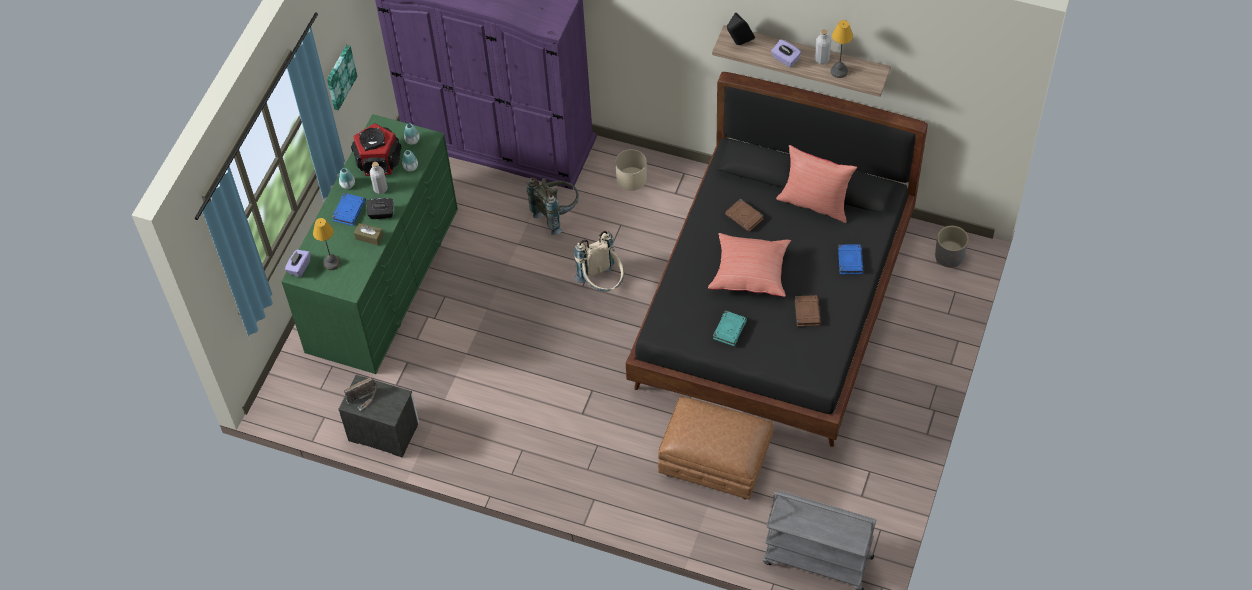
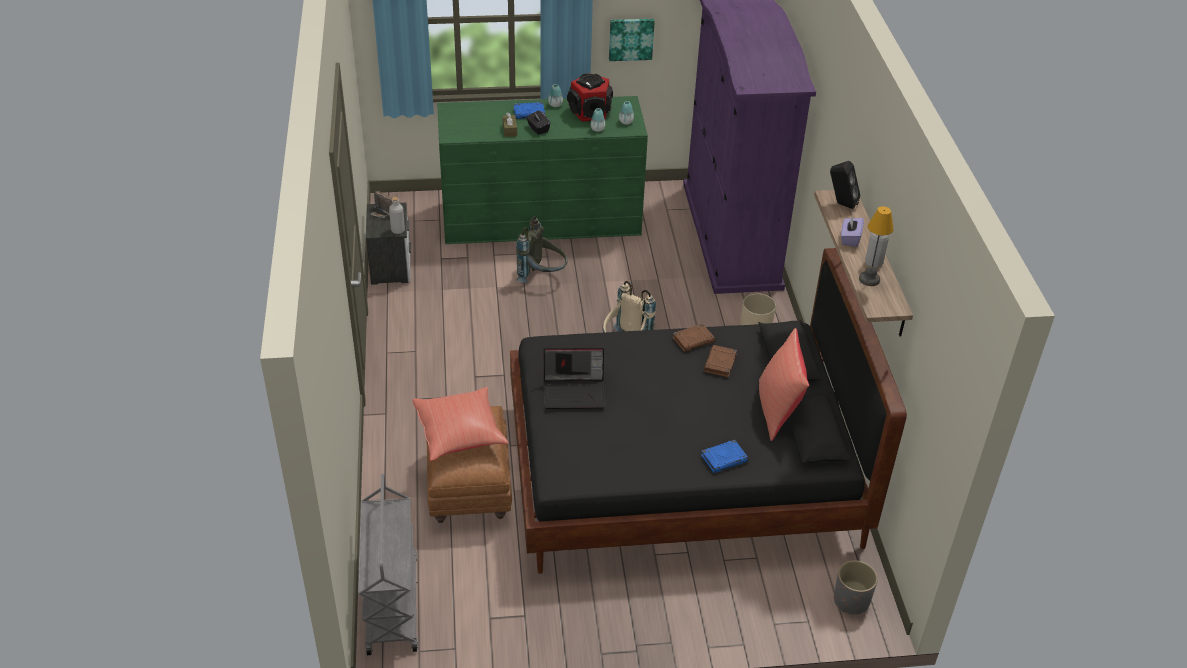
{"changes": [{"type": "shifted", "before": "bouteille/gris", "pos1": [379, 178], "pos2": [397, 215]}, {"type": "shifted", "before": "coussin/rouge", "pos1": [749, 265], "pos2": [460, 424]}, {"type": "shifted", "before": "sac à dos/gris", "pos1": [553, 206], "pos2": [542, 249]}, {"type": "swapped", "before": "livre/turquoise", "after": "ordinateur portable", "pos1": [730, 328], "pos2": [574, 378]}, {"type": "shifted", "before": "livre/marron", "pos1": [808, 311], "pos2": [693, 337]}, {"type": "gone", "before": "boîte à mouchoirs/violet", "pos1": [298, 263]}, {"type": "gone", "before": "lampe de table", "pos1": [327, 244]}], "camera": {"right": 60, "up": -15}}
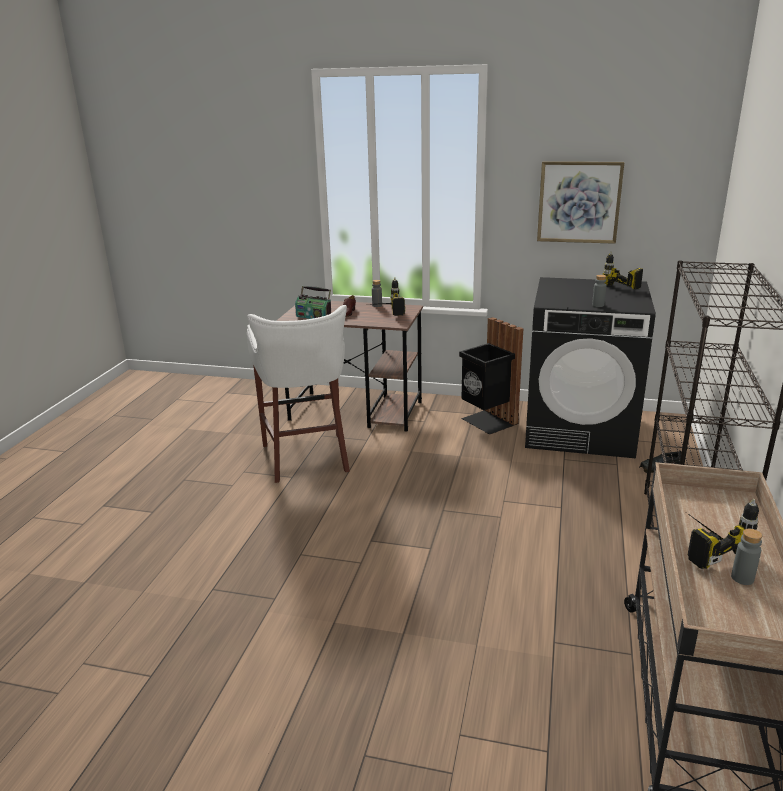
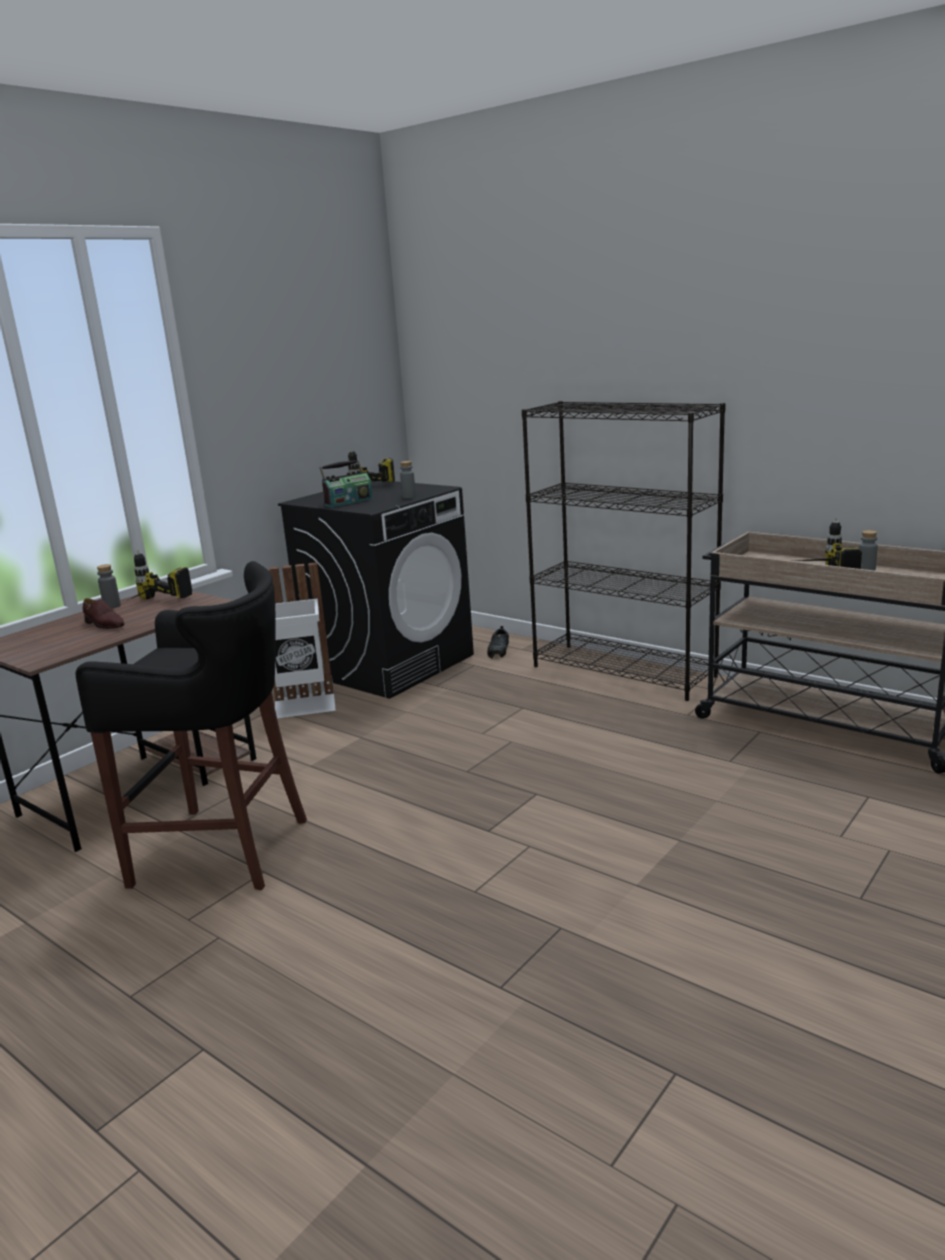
{"changes": [{"type": "repainted", "before": "tabouret/blanc", "after": "tabouret/noir", "pos1": [298, 394], "pos2": [191, 725]}, {"type": "repainted", "before": "poubelle/noir", "after": "poubelle/blanc", "pos1": [491, 376], "pos2": [302, 640]}, {"type": "shifted", "before": "radio", "pos1": [313, 302], "pos2": [346, 483]}, {"type": "gone", "before": "tableau", "pos1": [580, 202]}], "camera": {"right": -65, "up": -5}}
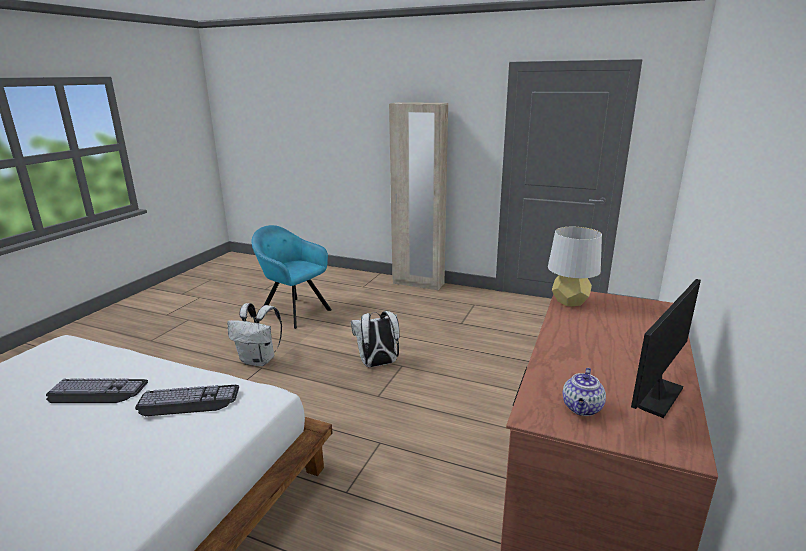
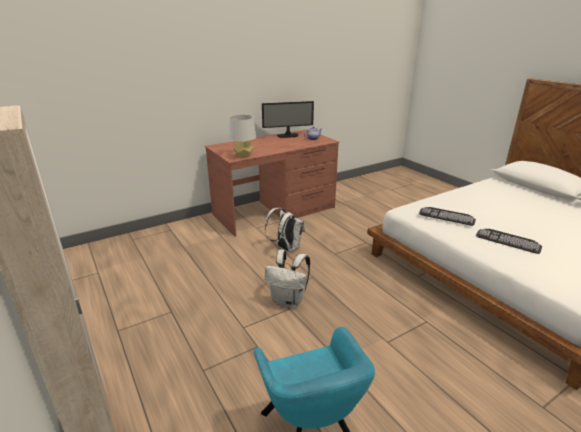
{"changes": [{"type": "shifted", "before": "sac à dos/blanc", "pos1": [254, 334], "pos2": [285, 230]}], "camera": {"right": -145, "up": 5}}
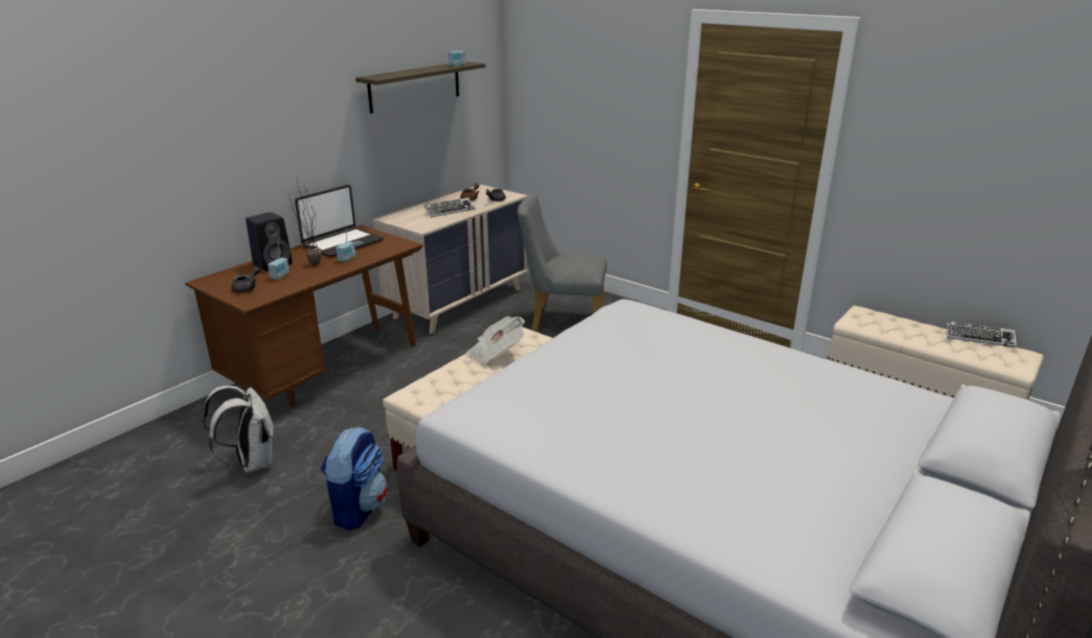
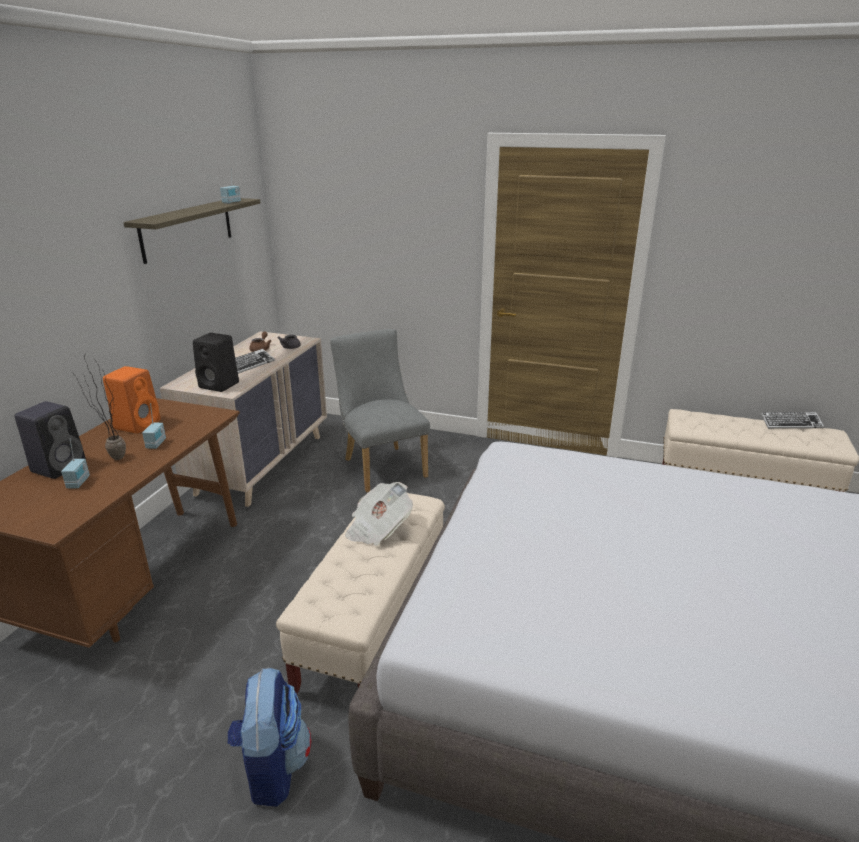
{"changes": [{"type": "swapped", "before": "ordinateur portable", "after": "enceinte/orange", "pos1": [339, 221], "pos2": [132, 400]}, {"type": "new", "after": "enceinte/noir", "pos2": [216, 362]}, {"type": "rotated", "before": "chaise/gris", "pos1": [562, 262], "pos2": [380, 410], "turn": 75}, {"type": "gone", "before": "sac à dos/blanc", "pos1": [238, 429]}, {"type": "gone", "before": "théière/gris", "pos1": [245, 280]}], "camera": {"right": -20, "up": 0}}
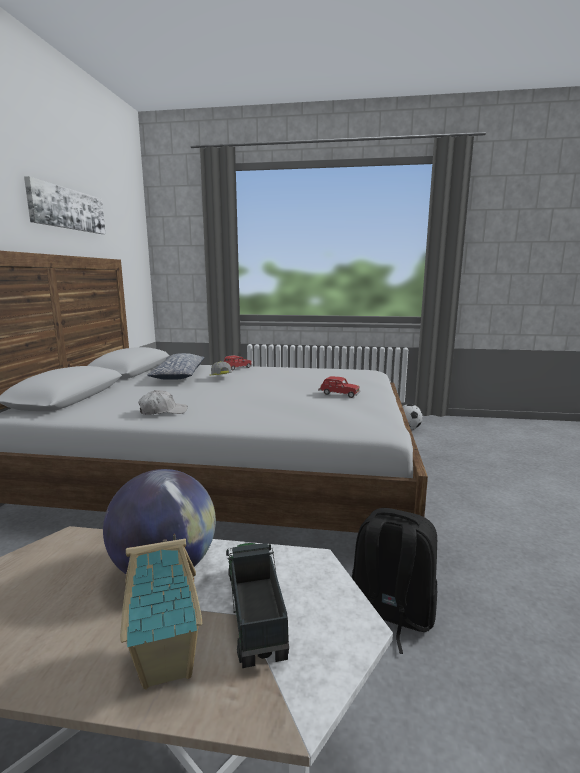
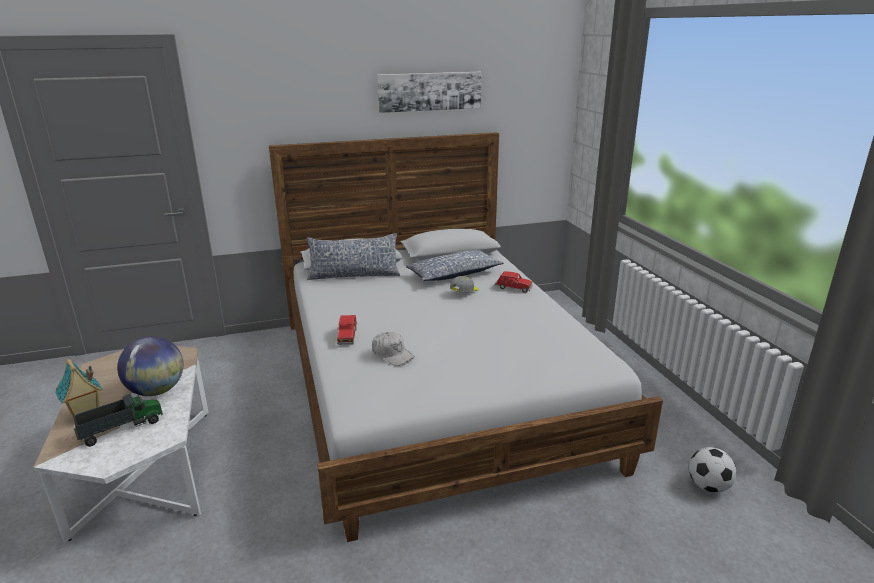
{"changes": [{"type": "new", "after": "coussin", "pos2": [353, 256]}, {"type": "shifted", "before": "petite voiture/rouge", "pos1": [339, 387], "pos2": [347, 330]}, {"type": "shifted", "before": "casquette/blanc", "pos1": [163, 402], "pos2": [393, 349]}, {"type": "gone", "before": "sac à dos/noir", "pos1": [394, 581]}], "camera": {"right": 65, "up": 10}}
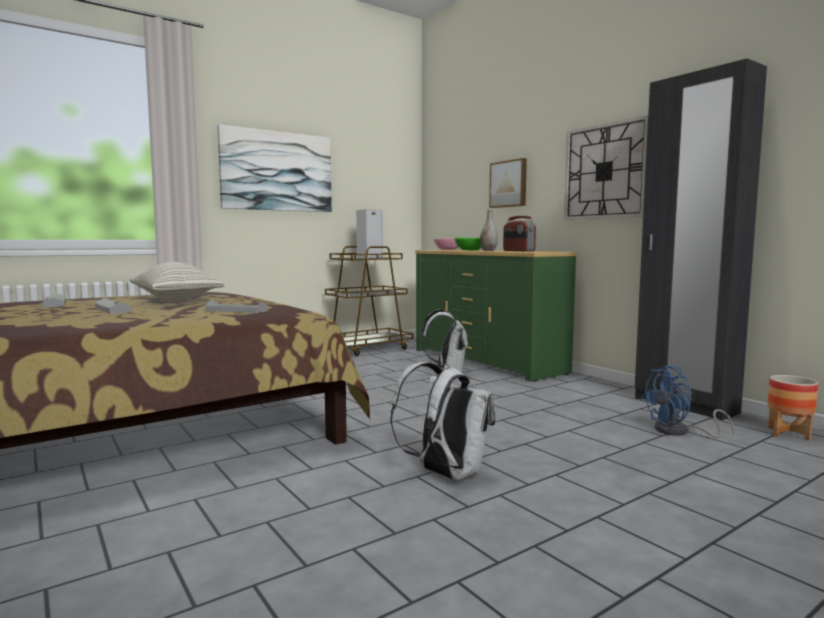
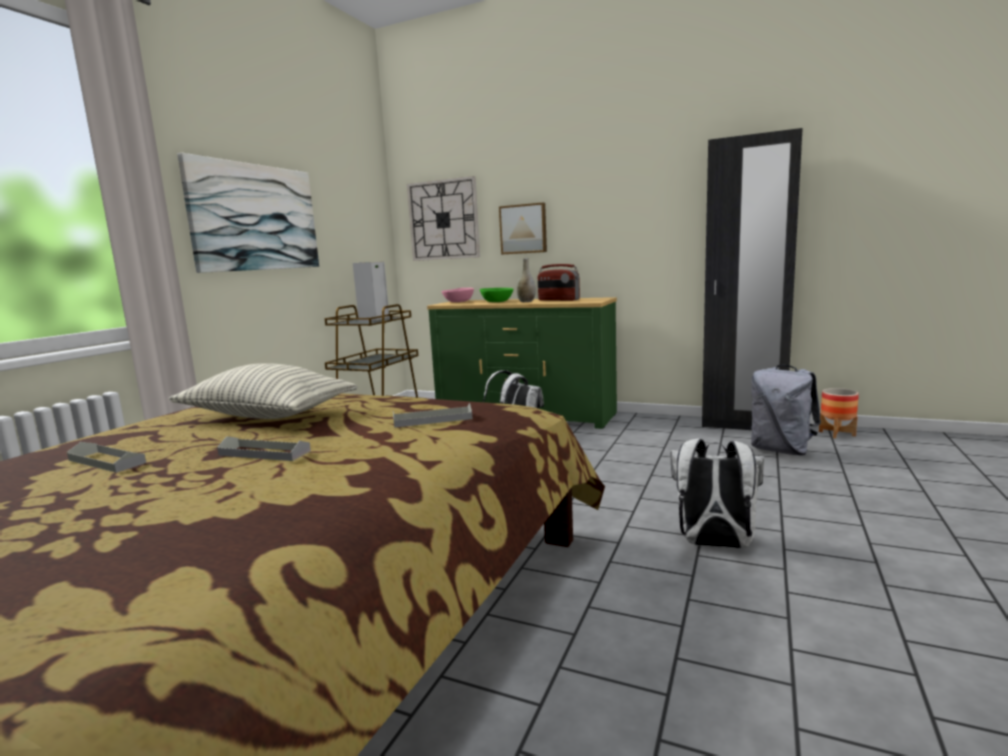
{"changes": [{"type": "shifted", "before": "horloge murale", "pos1": [606, 167], "pos2": [443, 218]}, {"type": "swapped", "before": "ventilateur/bleu", "after": "sac à dos/gris", "pos1": [687, 402], "pos2": [786, 410]}], "camera": {"right": -30, "up": 5}}
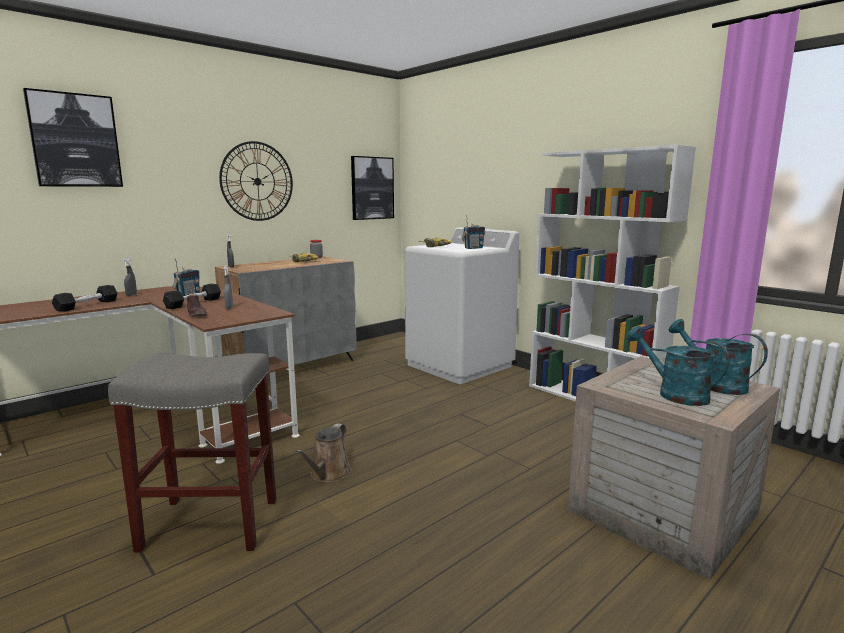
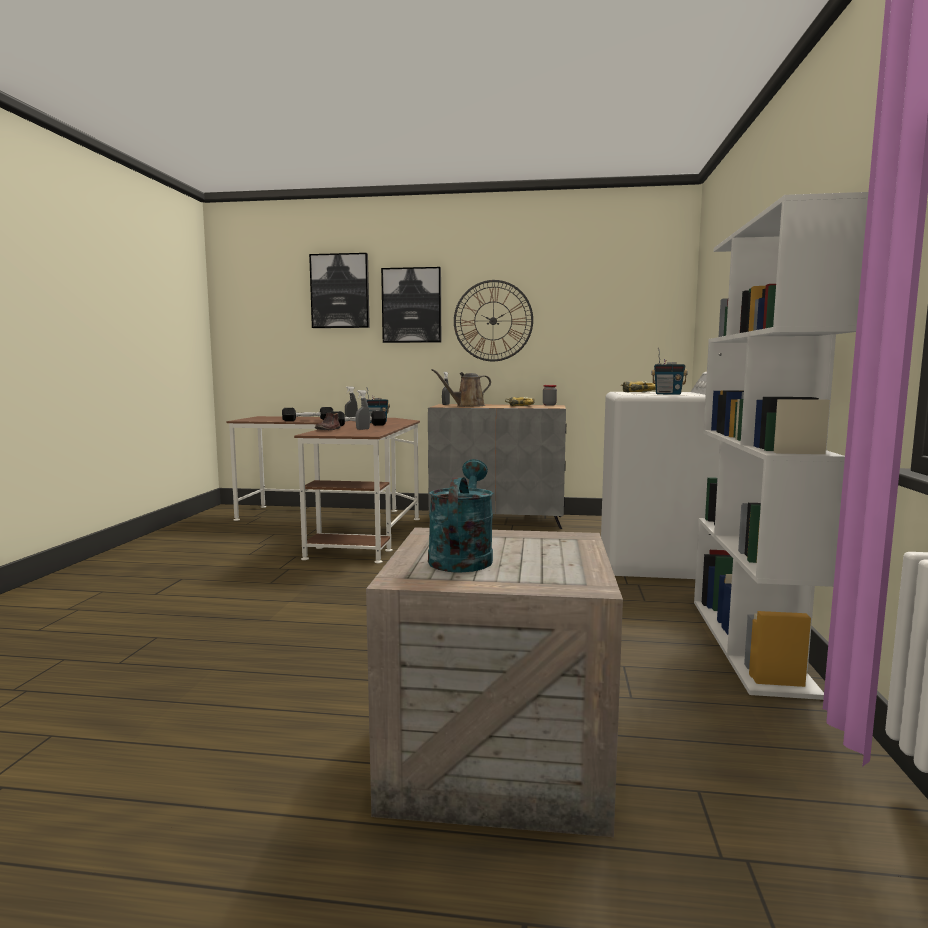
{"changes": [{"type": "shifted", "before": "tableau", "pos1": [372, 188], "pos2": [411, 305]}, {"type": "shifted", "before": "arrosoir/marron", "pos1": [323, 453], "pos2": [461, 388]}, {"type": "gone", "before": "tabouret/gris", "pos1": [192, 453]}, {"type": "gone", "before": "arrosoir/turquoise", "pos1": [718, 357]}], "camera": {"right": 50, "up": -5}}
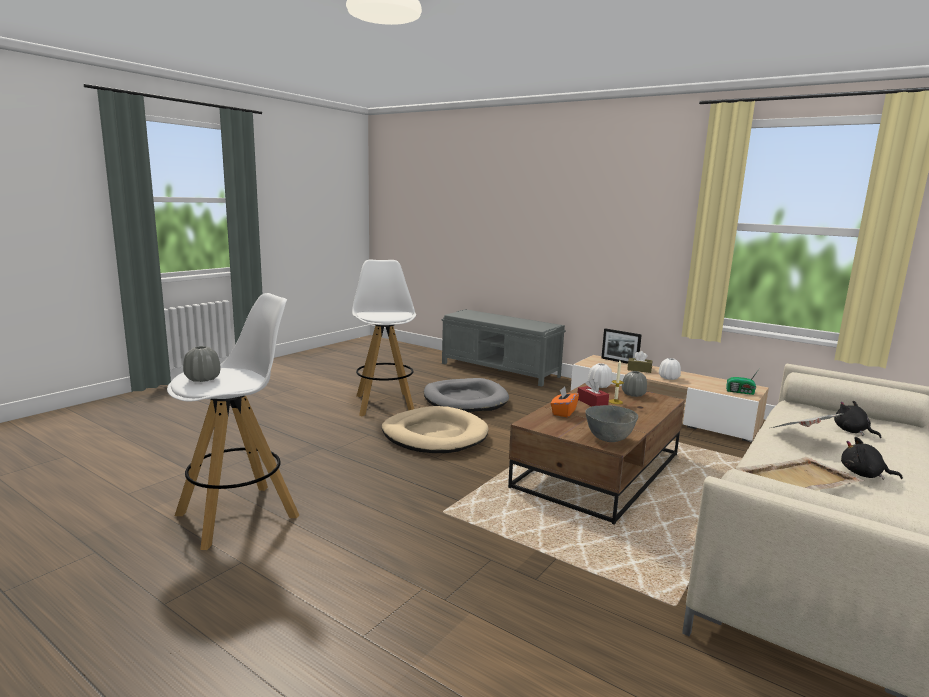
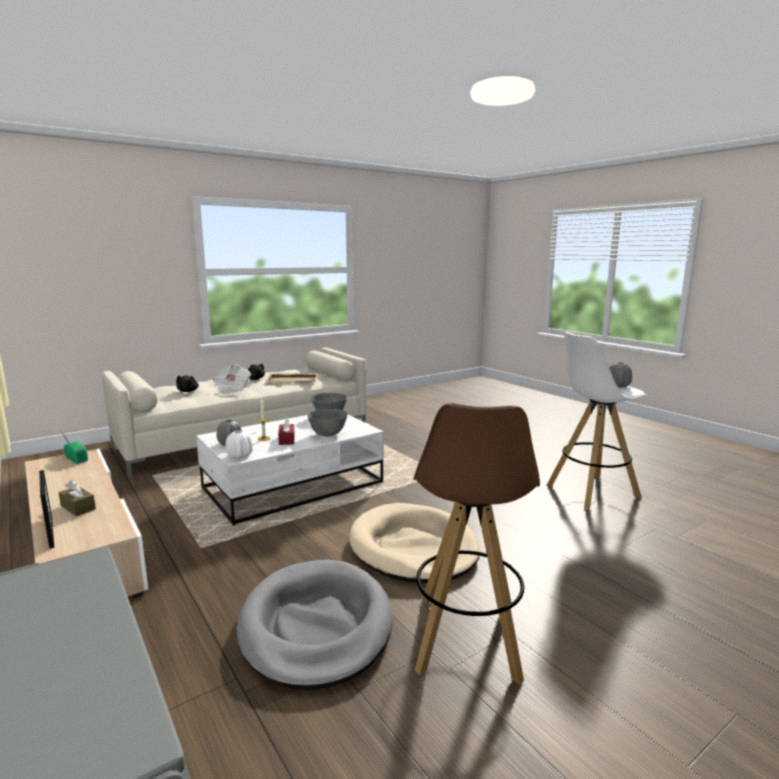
{"changes": [{"type": "repainted", "before": "table basse/marron", "after": "table basse/blanc", "pos1": [596, 454], "pos2": [290, 470]}, {"type": "swapped", "before": "boîte à mouchoirs/orange", "after": "bol/gris", "pos1": [565, 402], "pos2": [327, 422]}, {"type": "repainted", "before": "tabouret/blanc", "after": "tabouret/marron", "pos1": [384, 337], "pos2": [476, 544]}, {"type": "gone", "before": "vase/blanc", "pos1": [670, 369]}], "camera": {"right": -160, "up": 0}}
